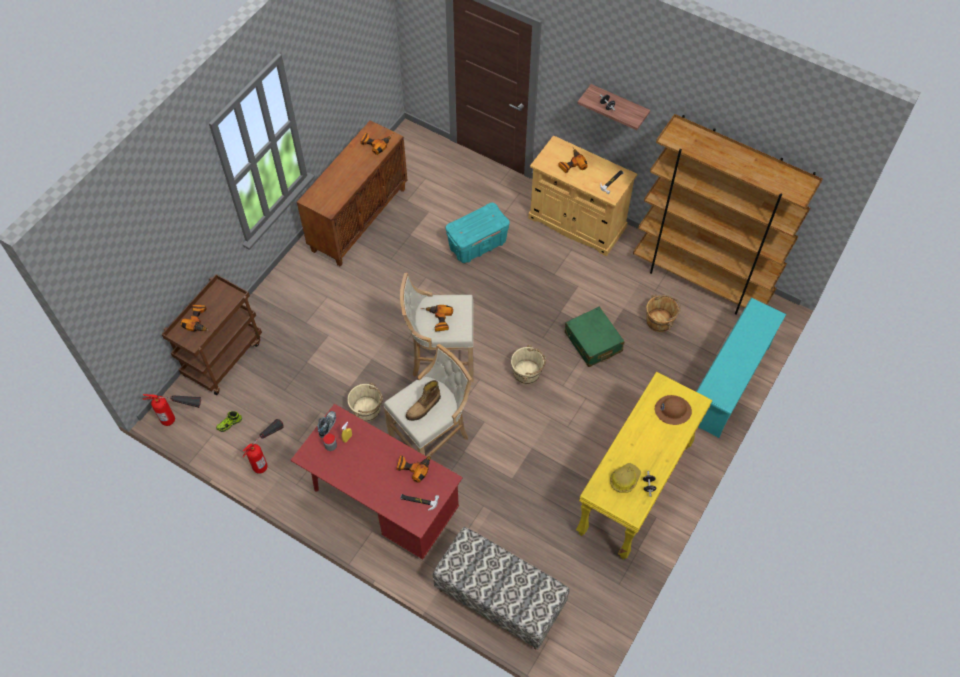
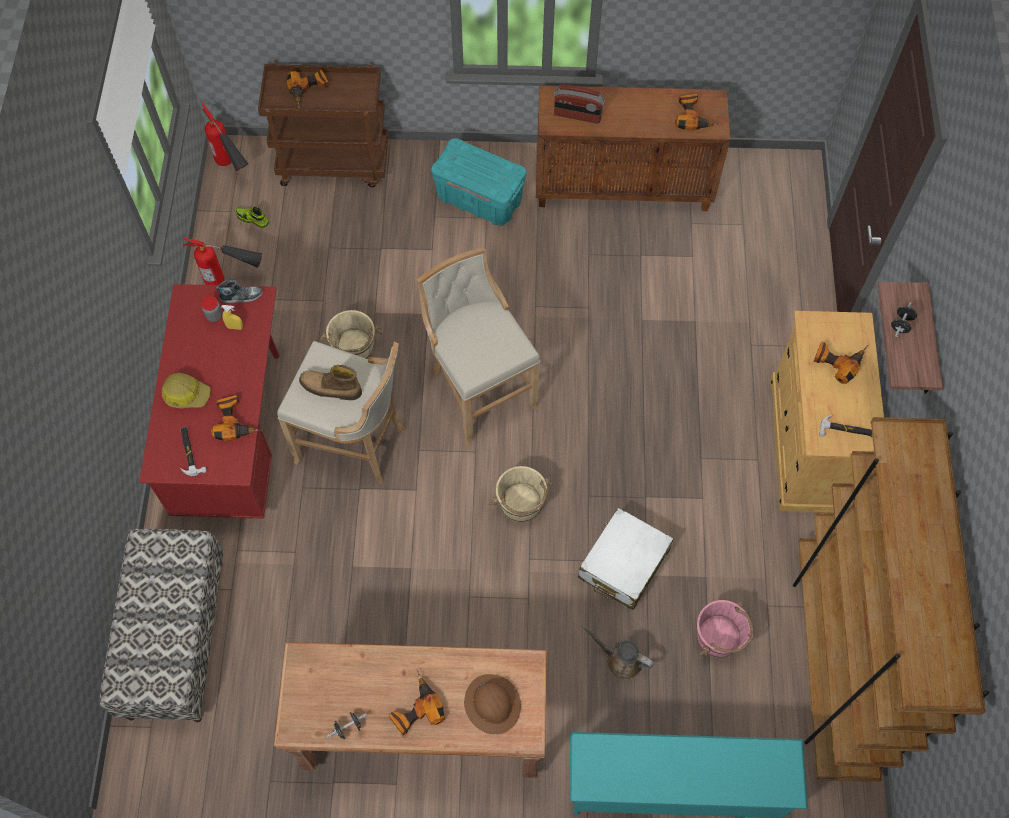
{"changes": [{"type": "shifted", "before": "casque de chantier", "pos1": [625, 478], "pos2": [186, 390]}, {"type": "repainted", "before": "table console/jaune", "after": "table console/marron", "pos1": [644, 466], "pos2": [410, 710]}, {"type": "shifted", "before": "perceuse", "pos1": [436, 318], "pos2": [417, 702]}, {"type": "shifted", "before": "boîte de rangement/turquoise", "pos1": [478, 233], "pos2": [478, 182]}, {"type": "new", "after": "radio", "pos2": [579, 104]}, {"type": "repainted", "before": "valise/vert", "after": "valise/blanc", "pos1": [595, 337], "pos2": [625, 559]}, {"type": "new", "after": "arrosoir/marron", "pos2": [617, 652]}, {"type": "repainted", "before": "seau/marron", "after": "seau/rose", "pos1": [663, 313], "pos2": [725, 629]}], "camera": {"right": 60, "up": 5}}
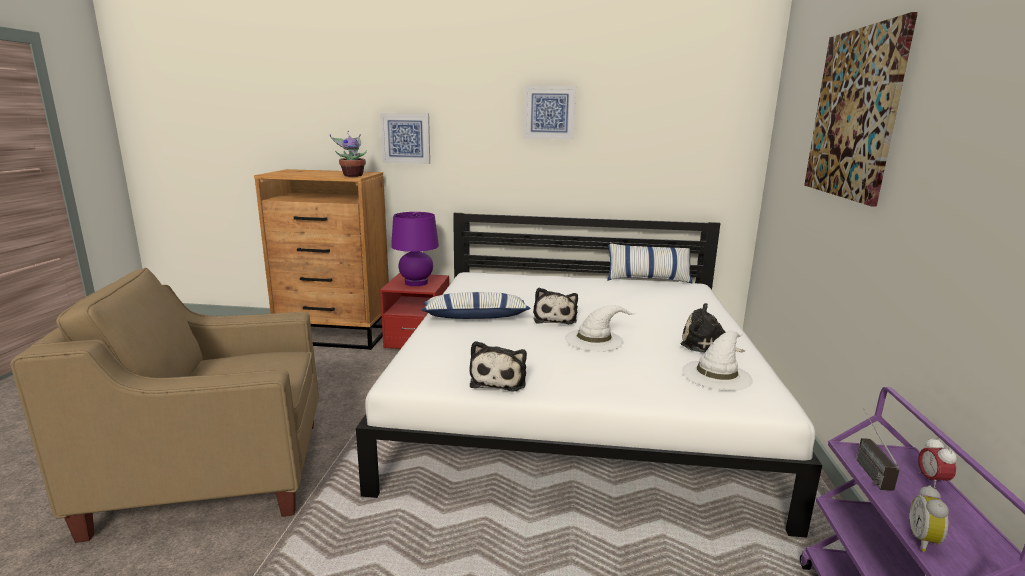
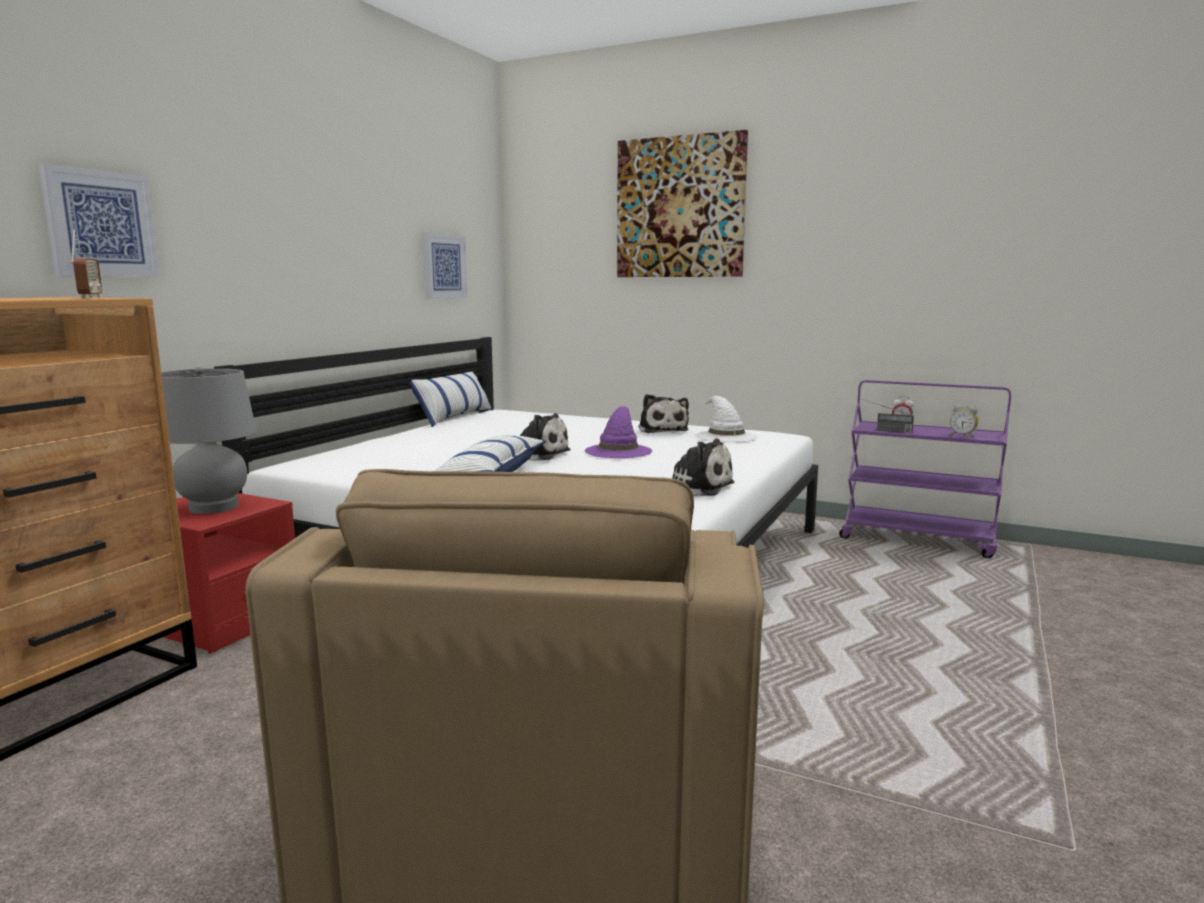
{"changes": [{"type": "swapped", "before": "plante en pot", "after": "radio", "pos1": [348, 154], "pos2": [86, 263]}, {"type": "repainted", "before": "lampe de table/violet", "after": "lampe de table/gris", "pos1": [415, 249], "pos2": [208, 440]}, {"type": "shifted", "before": "tableau", "pos1": [550, 113], "pos2": [445, 266]}, {"type": "repainted", "before": "chapeau/blanc", "after": "chapeau/violet", "pos1": [600, 328], "pos2": [618, 432]}, {"type": "rotated", "before": "peluche", "pos1": [712, 328], "pos2": [663, 413], "turn": -60}], "camera": {"right": -70, "up": -5}}
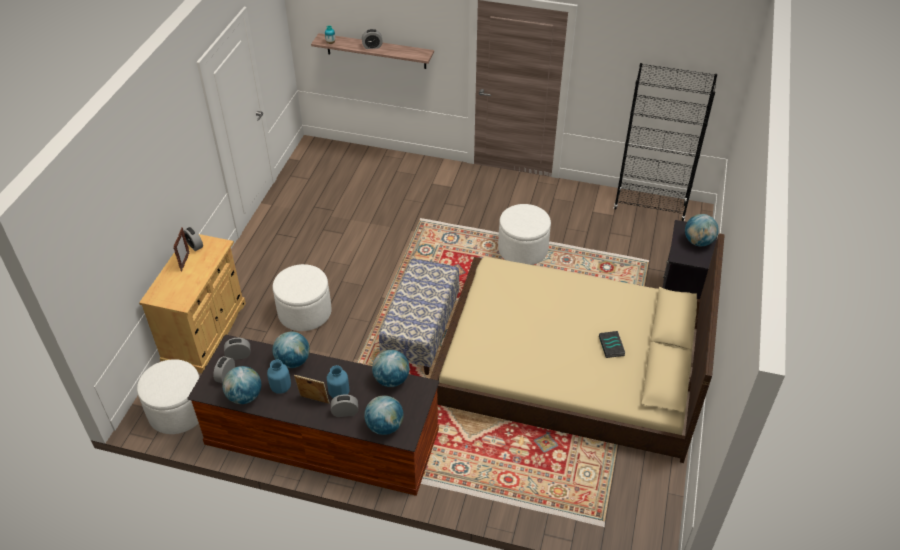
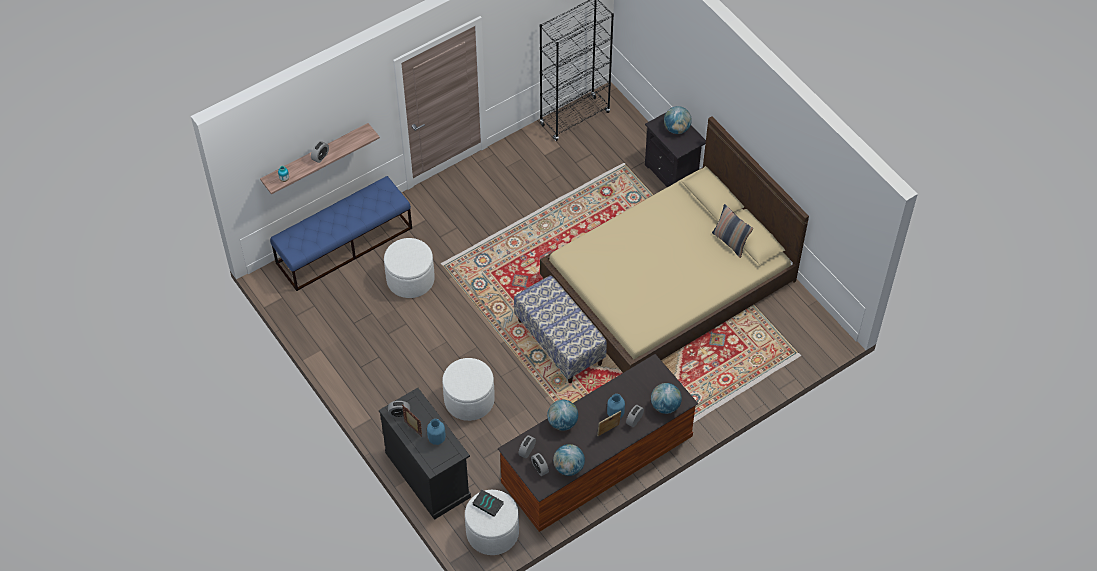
{"changes": [{"type": "new", "after": "banc/bleu", "pos2": [341, 233]}, {"type": "repainted", "before": "meuble de rangement/beige", "after": "meuble de rangement/noir", "pos1": [192, 303], "pos2": [425, 454]}, {"type": "shifted", "before": "pouf/blanc", "pos1": [524, 234], "pos2": [409, 268]}, {"type": "shifted", "before": "vase/bleu", "pos1": [279, 377], "pos2": [436, 432]}, {"type": "shifted", "before": "livre", "pos1": [612, 344], "pos2": [488, 503]}, {"type": "new", "after": "coussin", "pos2": [732, 231]}, {"type": "gone", "before": "globe", "pos1": [391, 368]}], "camera": {"right": -50, "up": 10}}
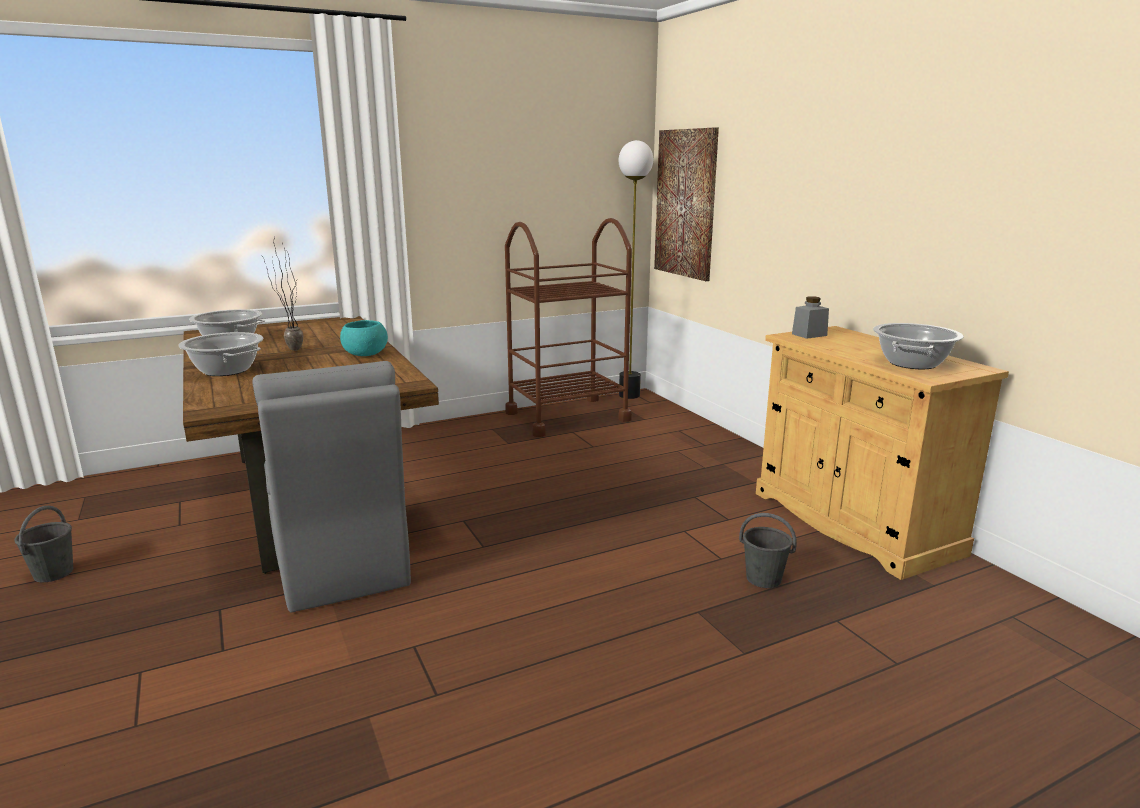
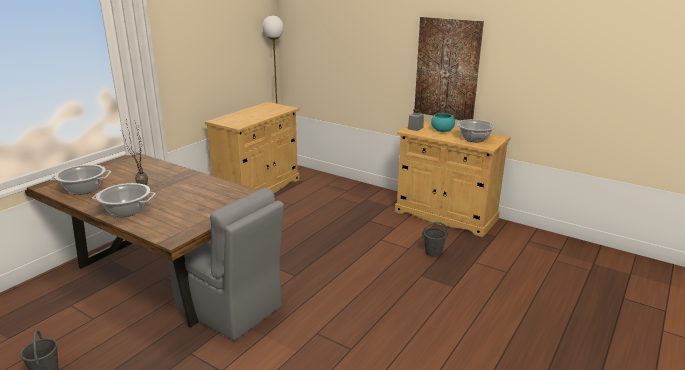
{"changes": [{"type": "swapped", "before": "chariot/marron", "after": "meuble de rangement/beige", "pos1": [568, 327], "pos2": [252, 147]}, {"type": "shifted", "before": "tableau", "pos1": [686, 204], "pos2": [449, 68]}, {"type": "shifted", "before": "bol/turquoise", "pos1": [364, 338], "pos2": [443, 122]}], "camera": {"right": -30, "up": 5}}
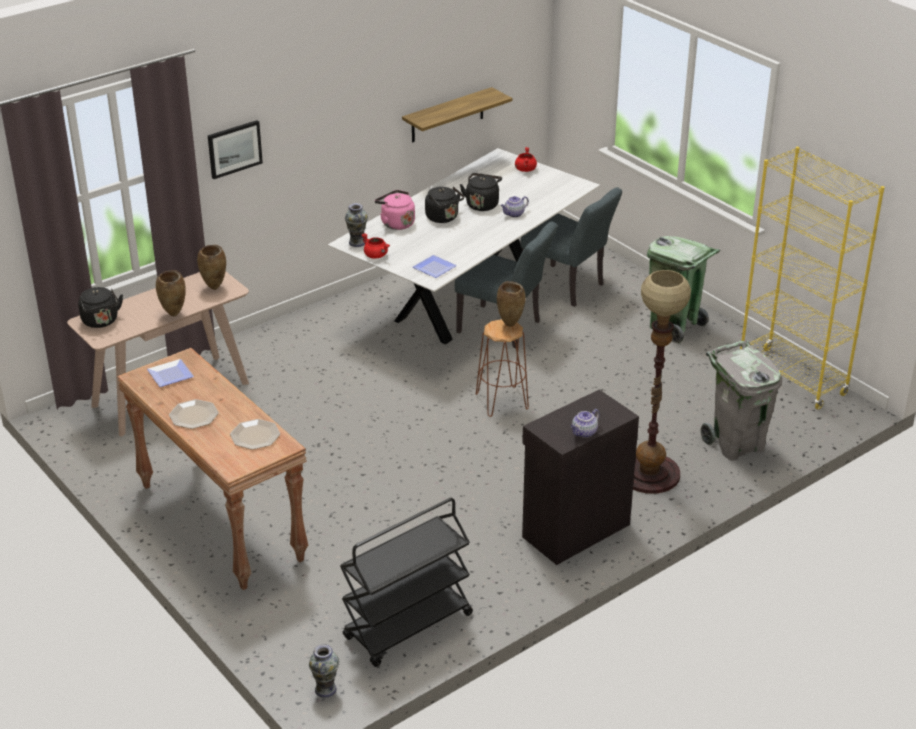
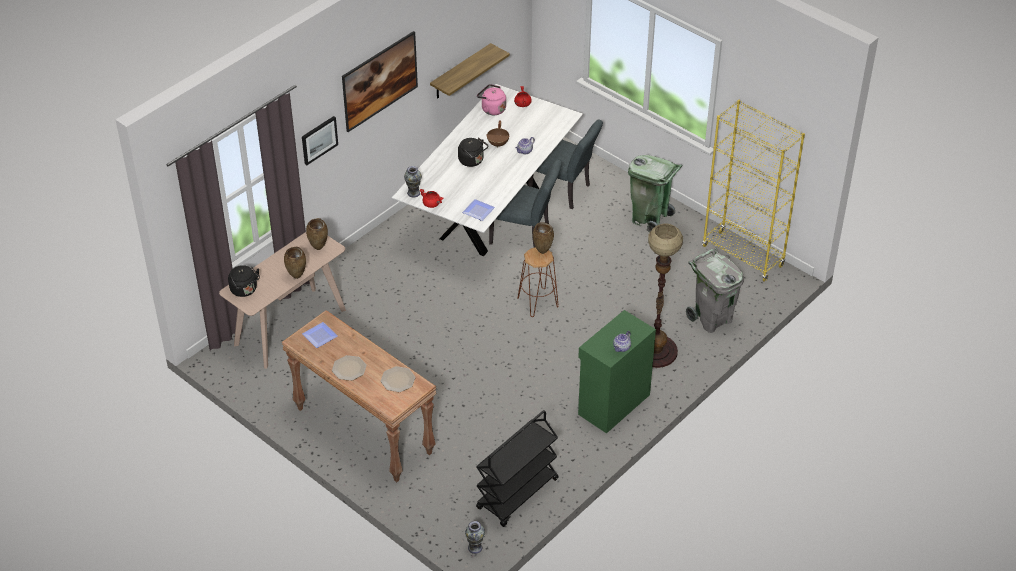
{"changes": [{"type": "new", "after": "tableau", "pos2": [380, 81]}, {"type": "shifted", "before": "bouilloire/rose", "pos1": [395, 210], "pos2": [491, 99]}, {"type": "swapped", "before": "bouilloire/noir", "after": "marmite/marron", "pos1": [481, 192], "pos2": [498, 134]}, {"type": "repainted", "before": "meuble de rangement/noir", "after": "meuble de rangement/vert", "pos1": [580, 477], "pos2": [617, 372]}], "camera": {"right": -10, "up": 10}}
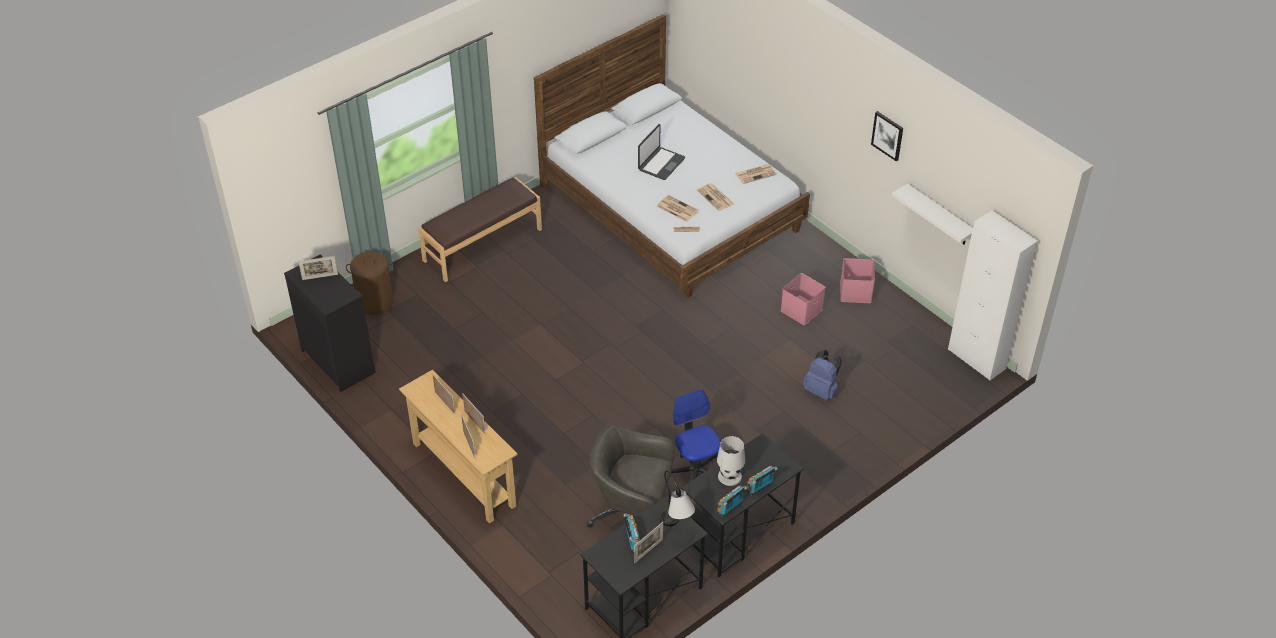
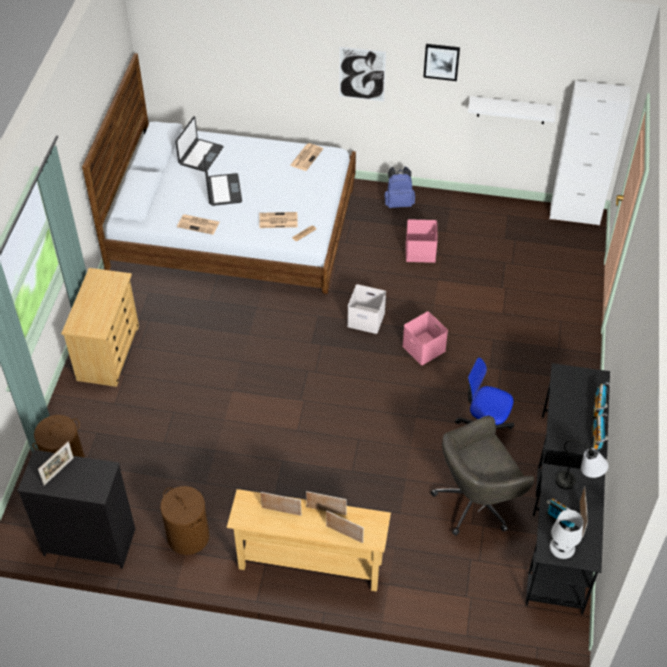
{"changes": [{"type": "swapped", "before": "banc/marron", "after": "commode/beige", "pos1": [480, 229], "pos2": [100, 327]}, {"type": "new", "after": "panier à linge/marron", "pos2": [184, 520]}, {"type": "new", "after": "ordinateur portable", "pos2": [200, 144]}, {"type": "shifted", "before": "journal", "pos1": [715, 197], "pos2": [198, 224]}, {"type": "new", "after": "tableau", "pos2": [362, 74]}, {"type": "new", "after": "boîte de rangement/blanc", "pos2": [366, 309]}, {"type": "shifted", "before": "sac à dos/bleu", "pos1": [822, 375], "pos2": [399, 187]}, {"type": "shifted", "before": "boîte de rangement/rose", "pos1": [857, 280], "pos2": [425, 338]}, {"type": "shifted", "before": "lampe de table/blanc", "pos1": [731, 461], "pos2": [567, 534]}], "camera": {"right": -40, "up": 5}}
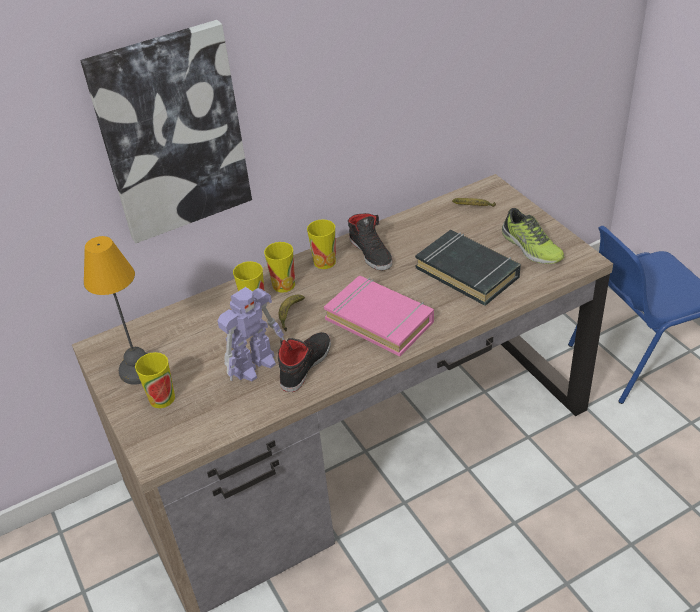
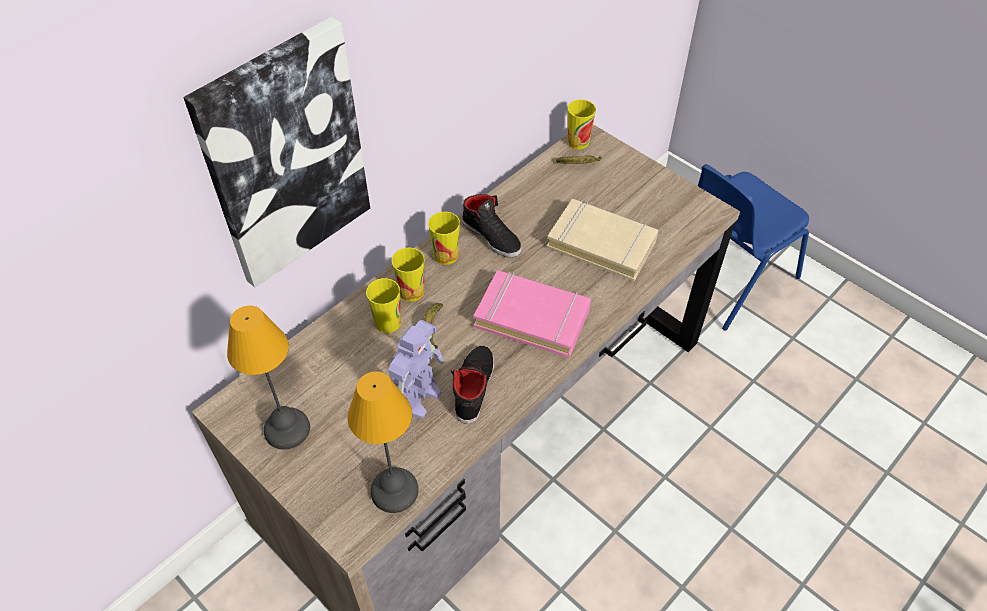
{"changes": [{"type": "new", "after": "lampe de table", "pos2": [383, 442]}, {"type": "repainted", "before": "livre/noir", "after": "livre/beige", "pos1": [468, 268], "pos2": [602, 240]}, {"type": "shifted", "before": "tasse", "pos1": [155, 380], "pos2": [581, 124]}, {"type": "gone", "before": "chaussure", "pos1": [533, 236]}], "camera": {"right": -20, "up": 10}}
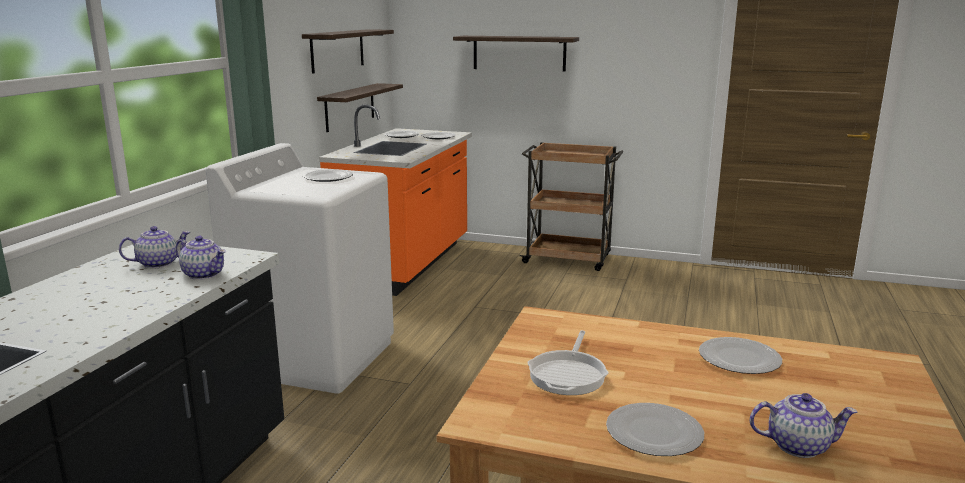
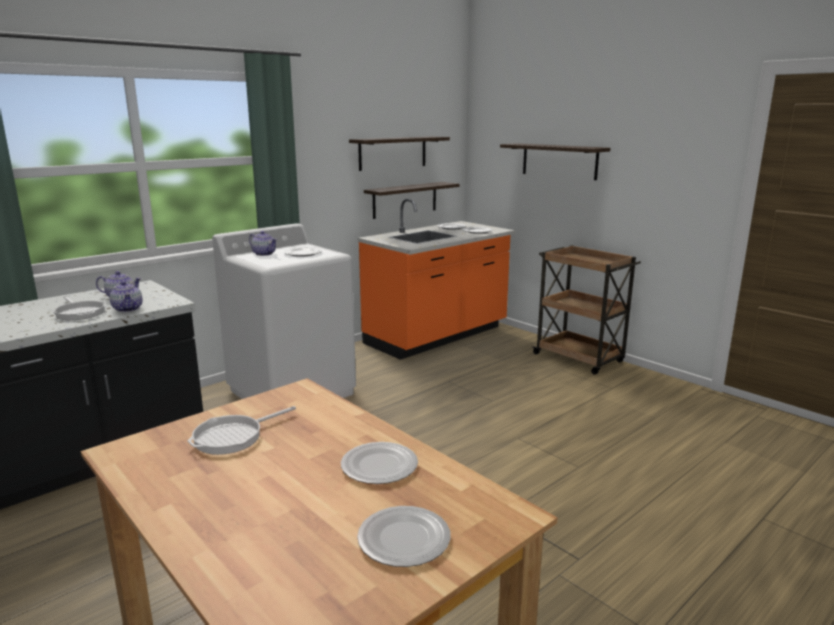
{"changes": [{"type": "new", "after": "poêle", "pos2": [79, 308]}, {"type": "shifted", "before": "théière", "pos1": [804, 425], "pos2": [263, 243]}, {"type": "shifted", "before": "assiette", "pos1": [655, 429], "pos2": [403, 536]}], "camera": {"right": 30, "up": 0}}
